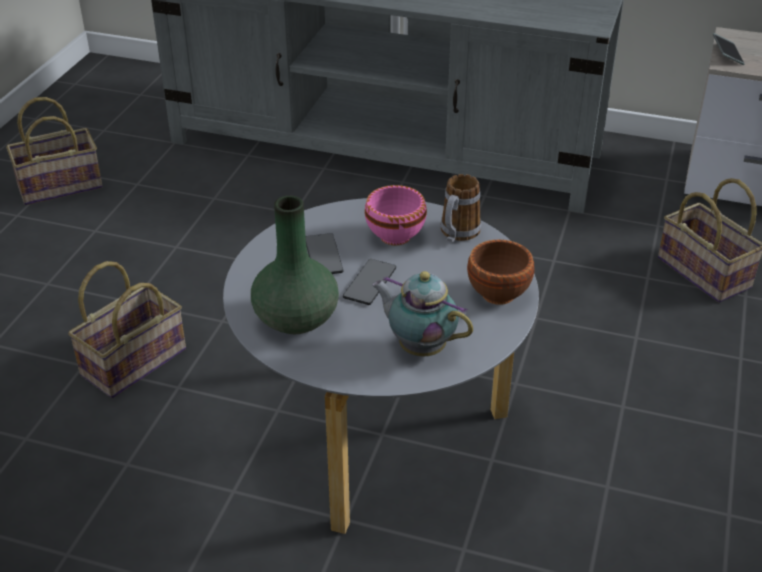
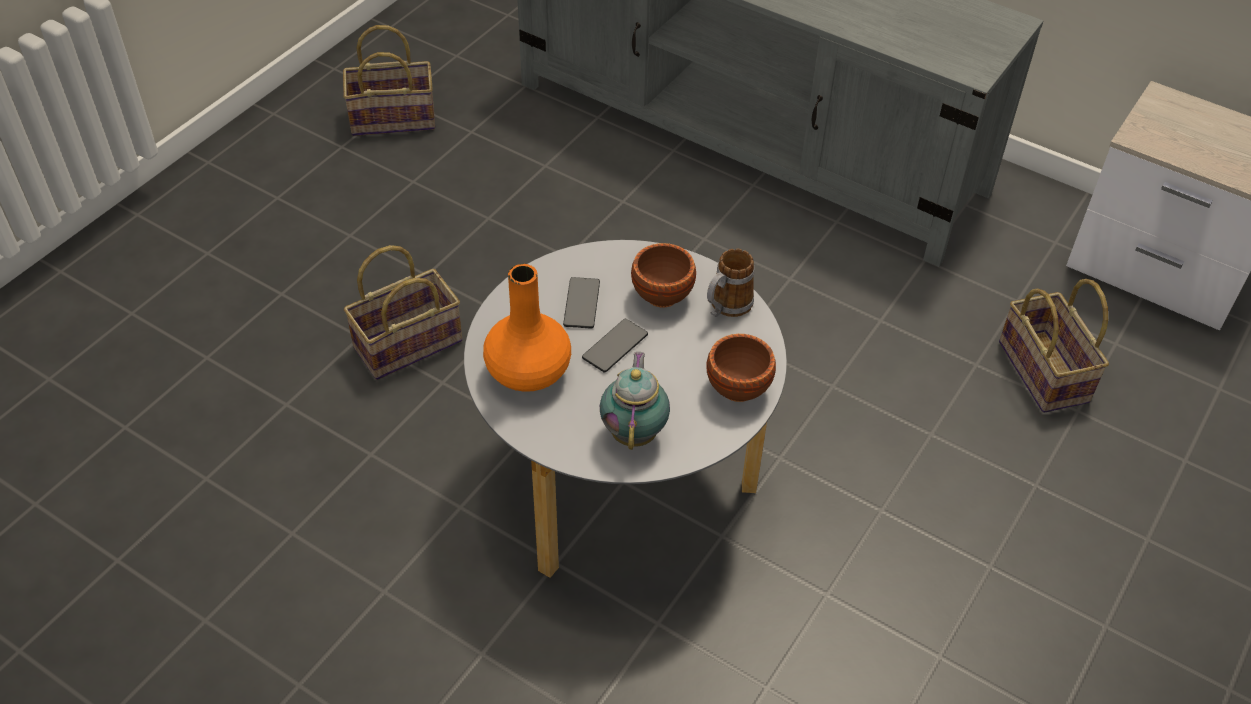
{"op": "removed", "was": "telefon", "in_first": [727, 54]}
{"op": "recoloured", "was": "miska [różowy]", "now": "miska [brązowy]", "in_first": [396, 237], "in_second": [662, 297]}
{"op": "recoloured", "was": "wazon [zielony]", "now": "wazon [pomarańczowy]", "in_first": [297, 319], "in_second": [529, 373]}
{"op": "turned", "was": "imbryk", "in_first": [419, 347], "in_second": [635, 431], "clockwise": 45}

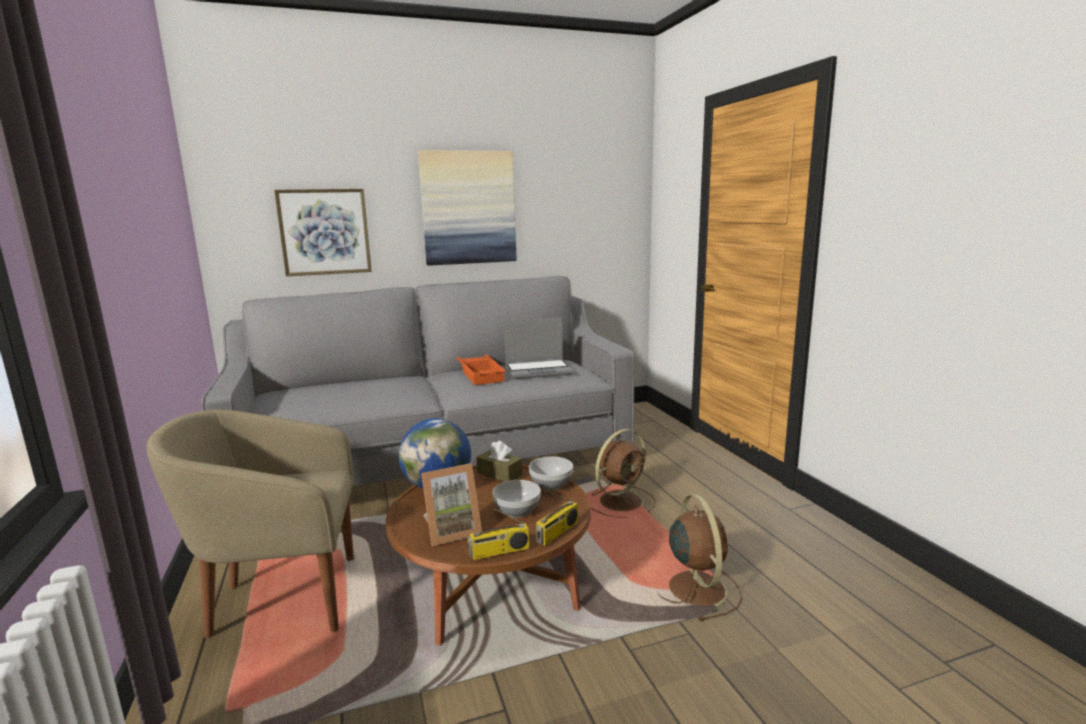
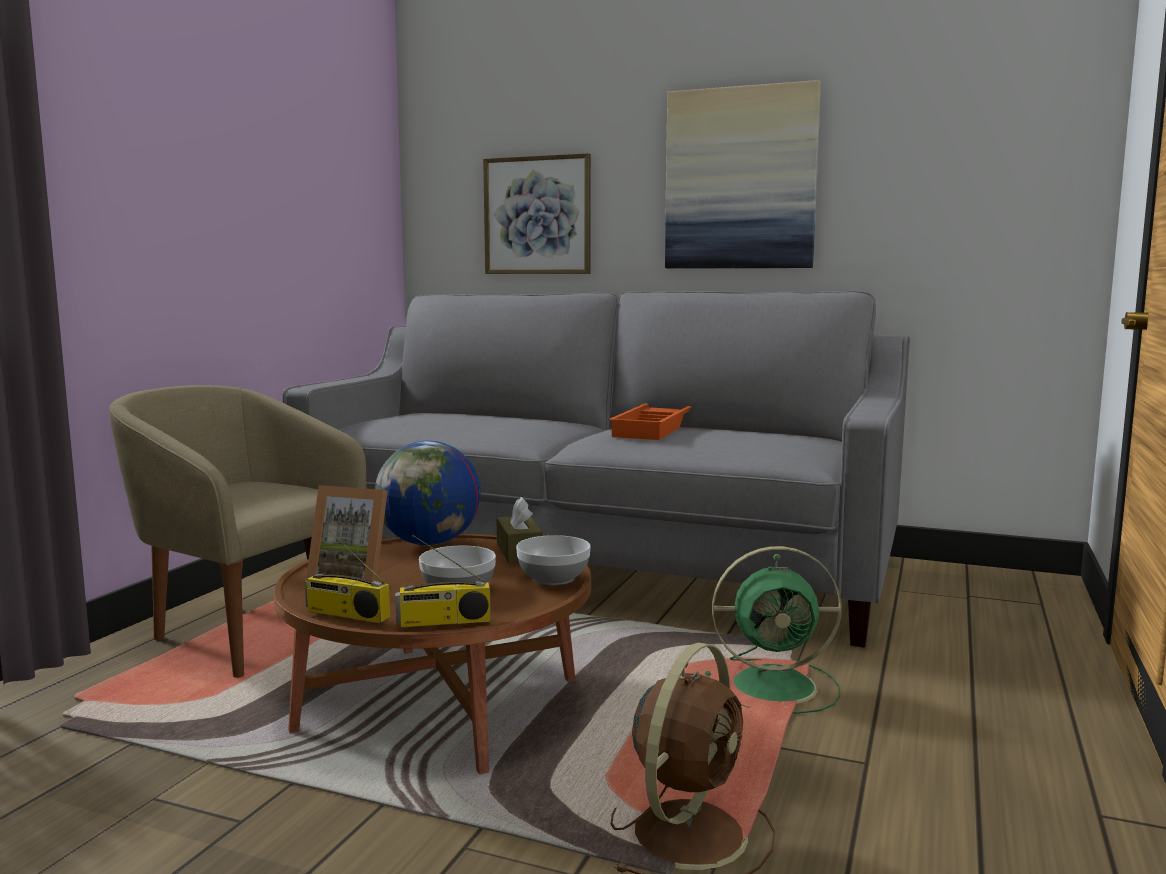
{"op": "removed", "was": "laptop", "in_first": [539, 370]}
{"op": "recoloured", "was": "wentylator [brązowy]", "now": "wentylator [zielony]", "in_first": [622, 501], "in_second": [777, 686]}

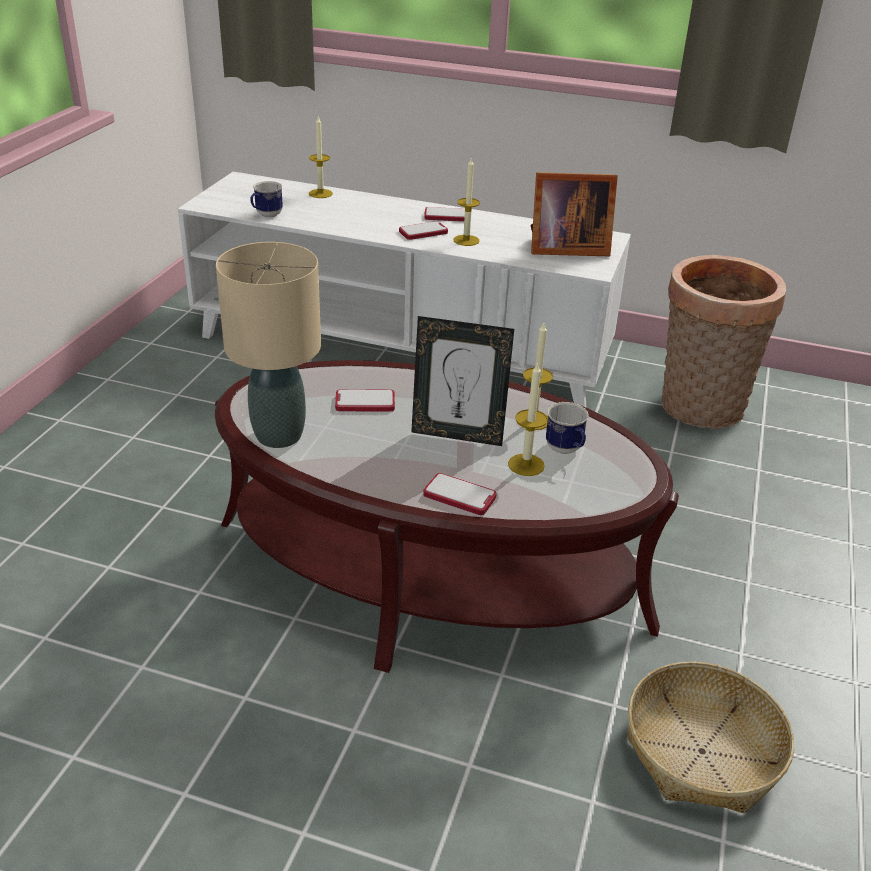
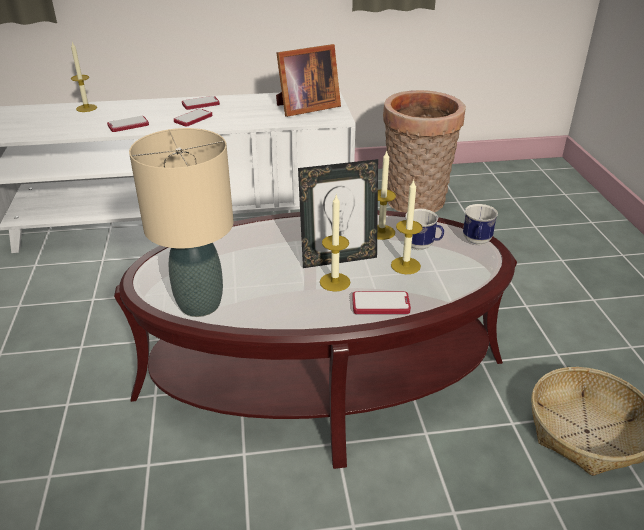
{"op": "moved", "was": "świeca", "in_first": [466, 240], "in_second": [335, 282]}
{"op": "moved", "was": "kubek", "in_first": [266, 215], "in_second": [476, 242]}
{"op": "moved", "was": "telefon", "in_first": [365, 402], "in_second": [128, 125]}

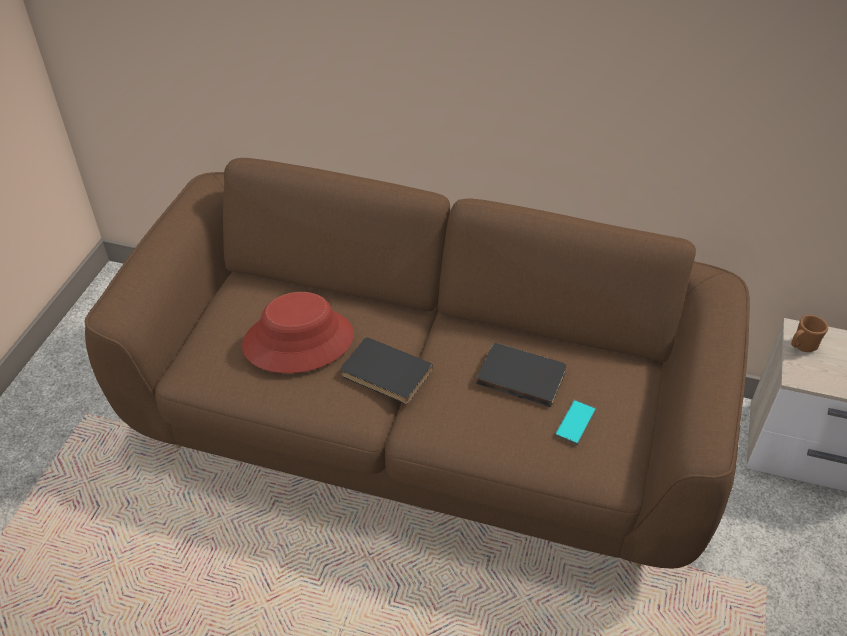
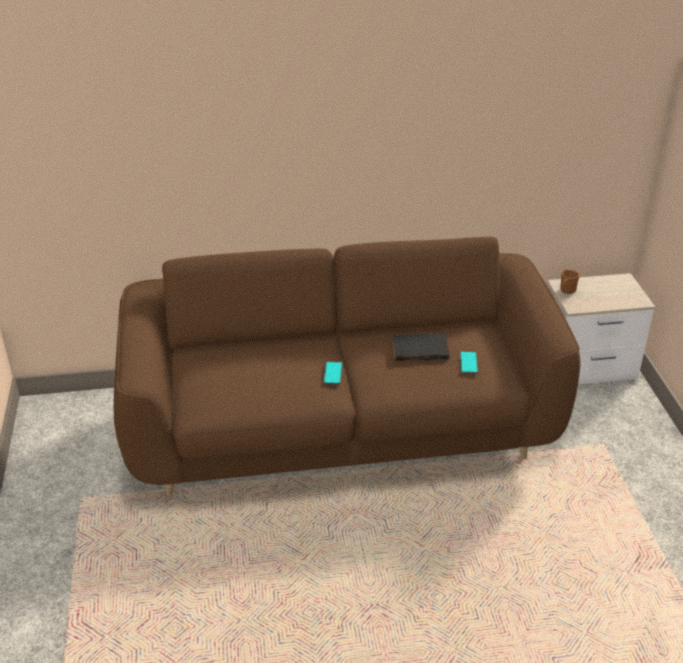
{"op": "removed", "was": "kapelusz [czerwony]", "in_first": [298, 340]}
{"op": "replaced", "was": "książka [czarny]", "now": "telefon", "in_first": [385, 374], "in_second": [333, 373]}

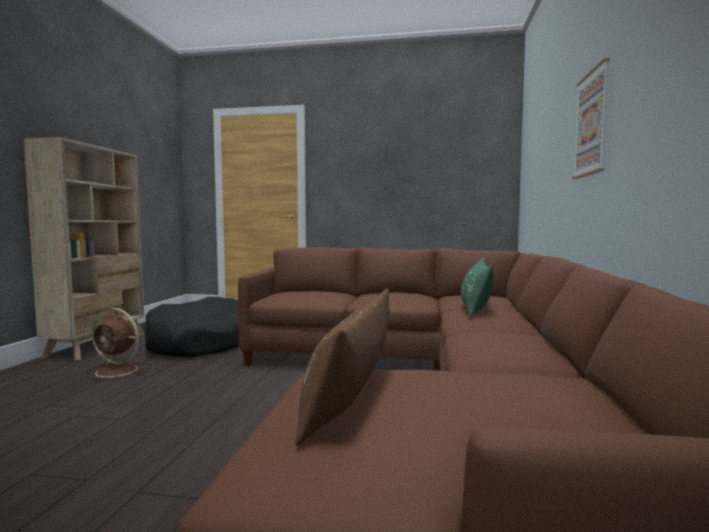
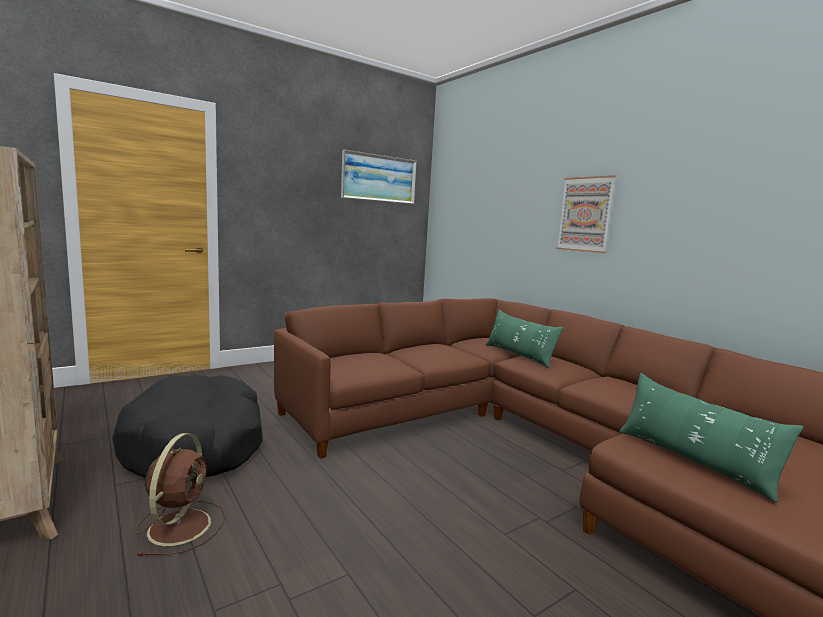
{"op": "recoloured", "was": "poduszka [brązowy]", "now": "poduszka [zielony]", "in_first": [349, 397], "in_second": [692, 461]}
{"op": "turned", "was": "wentylator [brązowy]", "in_first": [118, 371], "in_second": [181, 525], "clockwise": -60}
{"op": "added", "now": "obraz", "in_second": [379, 178]}

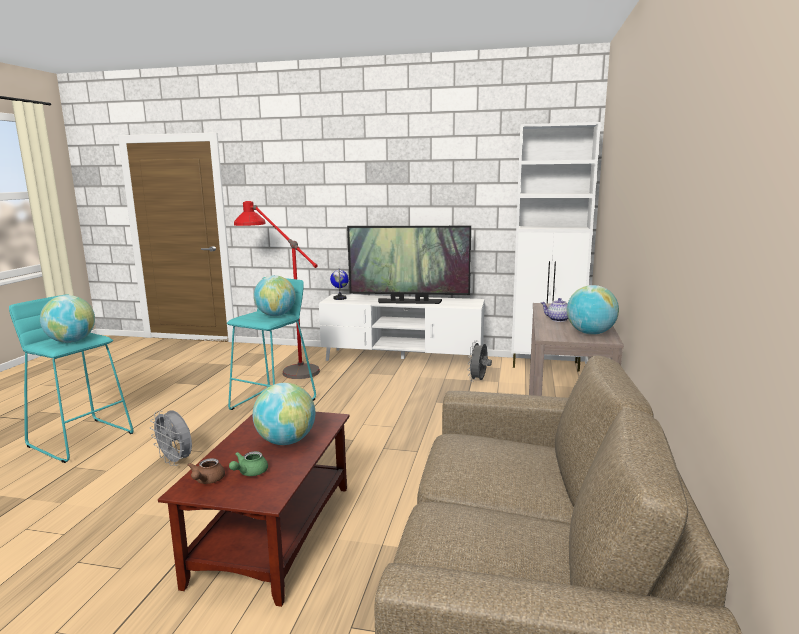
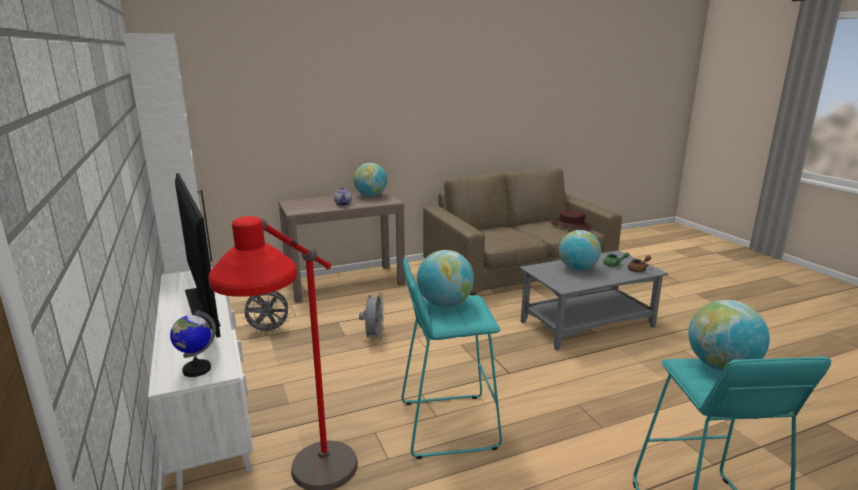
{"op": "moved", "was": "wentylator [szary]", "in_first": [176, 461], "in_second": [374, 337]}
{"op": "recoloured", "was": "ława [brązowy]", "now": "ława [szary]", "in_first": [274, 534], "in_second": [587, 324]}
{"op": "added", "now": "kapelusz [brązowy]", "in_second": [571, 226]}

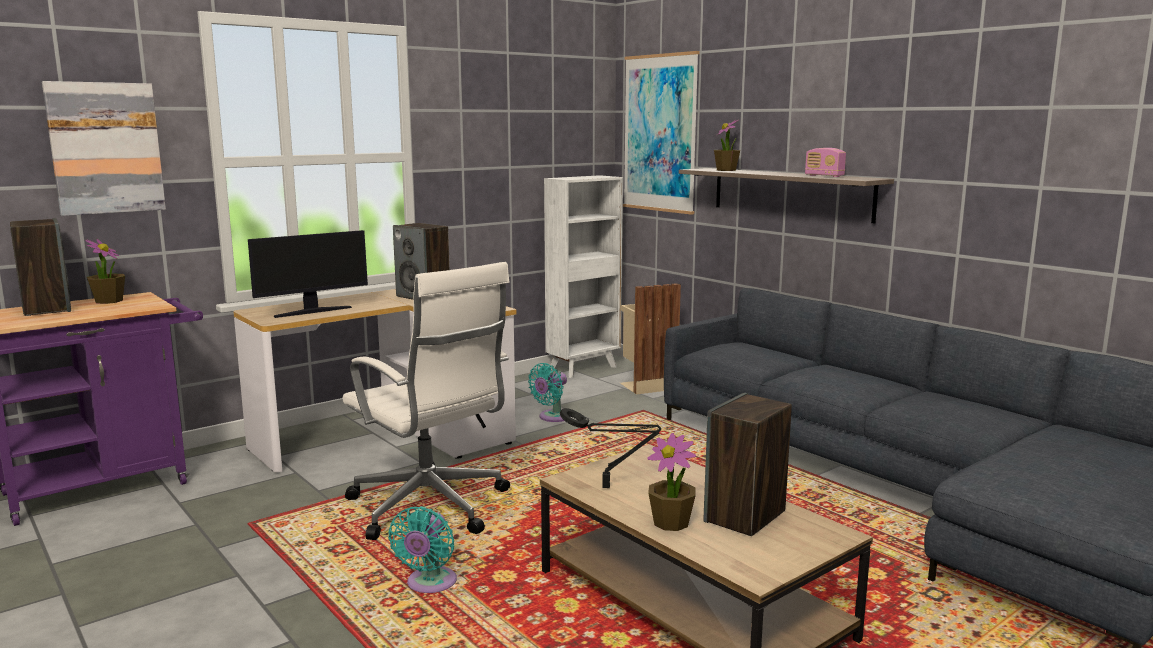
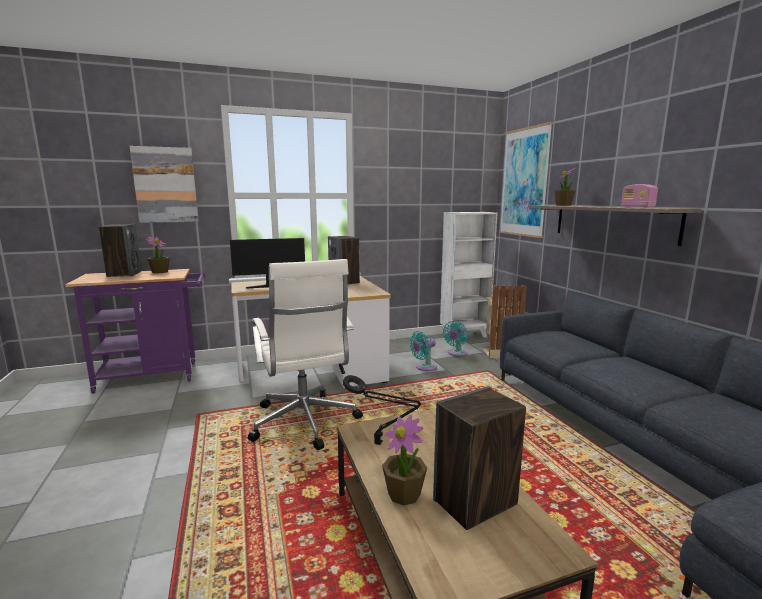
{"op": "moved", "was": "wentylator [turkusowy]", "in_first": [429, 585], "in_second": [456, 353]}

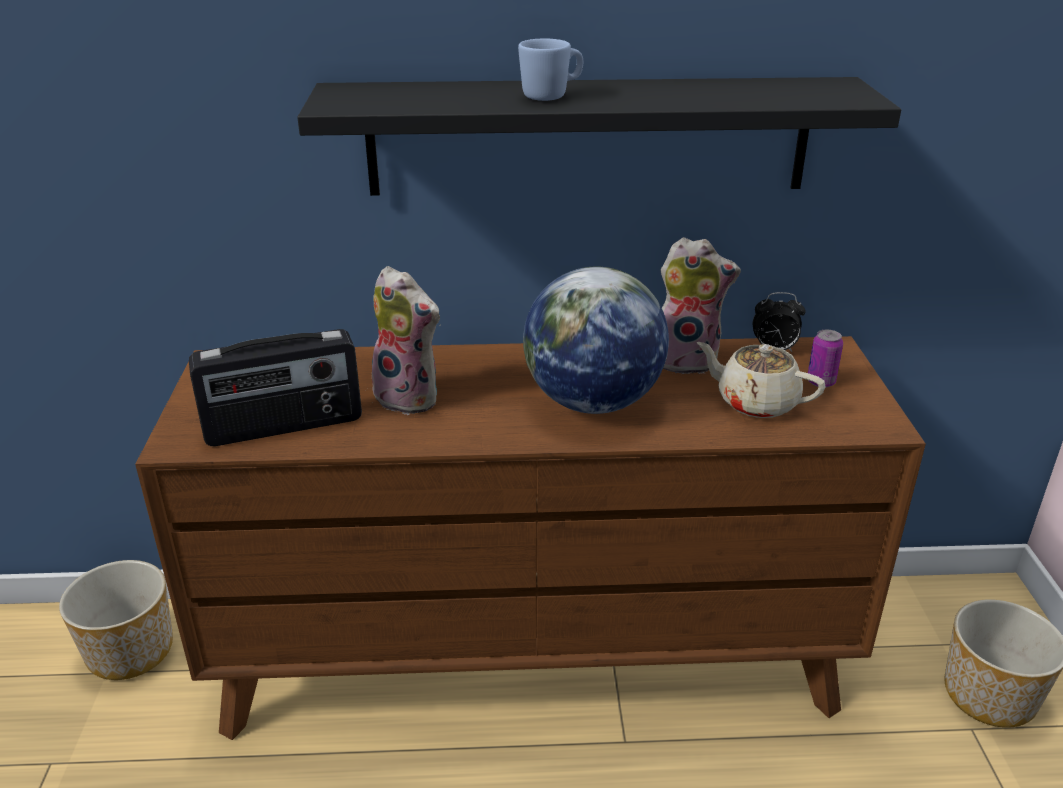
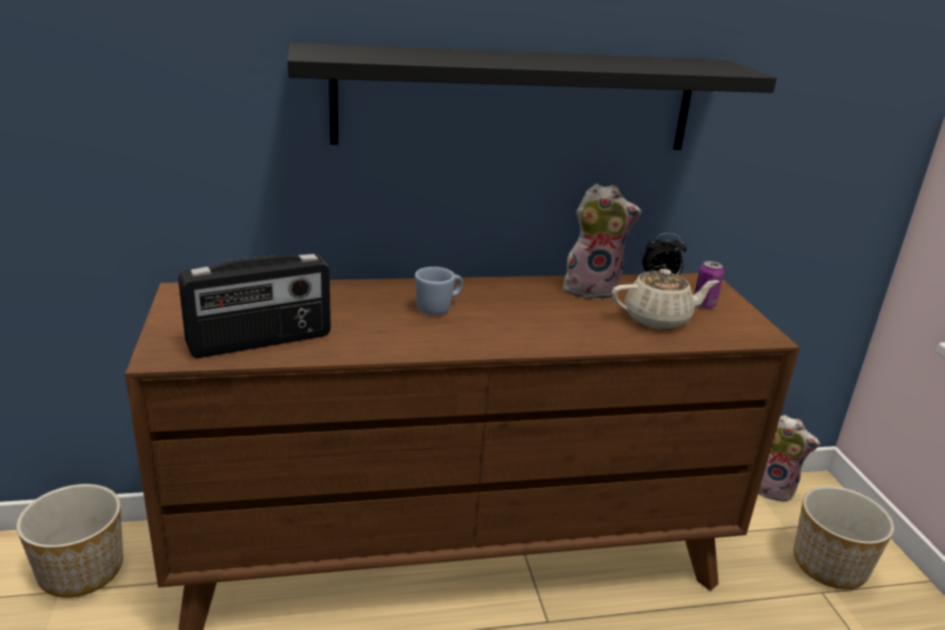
{"op": "moved", "was": "kubek [niebieski]", "in_first": [552, 96], "in_second": [439, 309]}
{"op": "moved", "was": "pluszak", "in_first": [411, 397], "in_second": [773, 489]}
{"op": "removed", "was": "globus", "in_first": [592, 402]}
{"op": "turned", "was": "imbryk [beżowy]", "in_first": [755, 402], "in_second": [658, 319], "clockwise": 150}

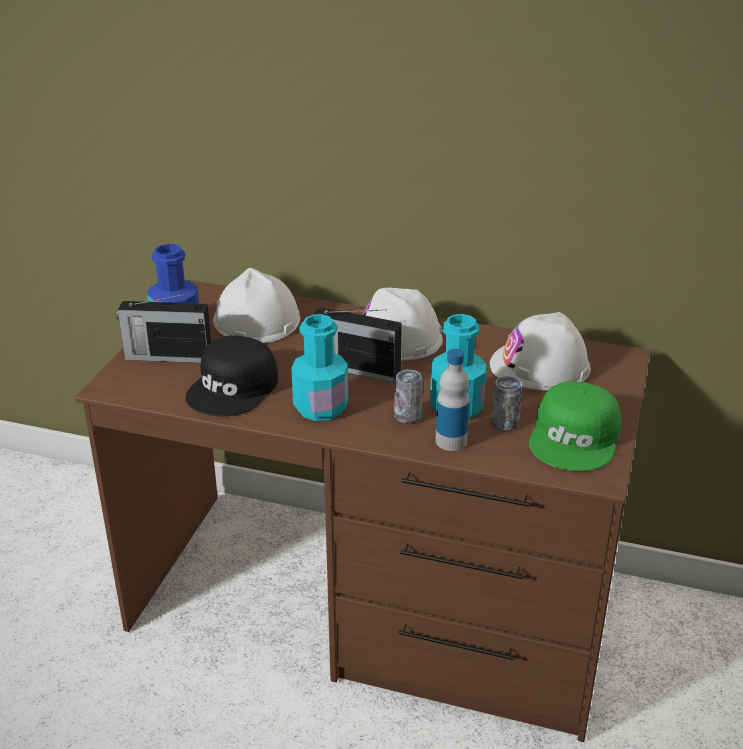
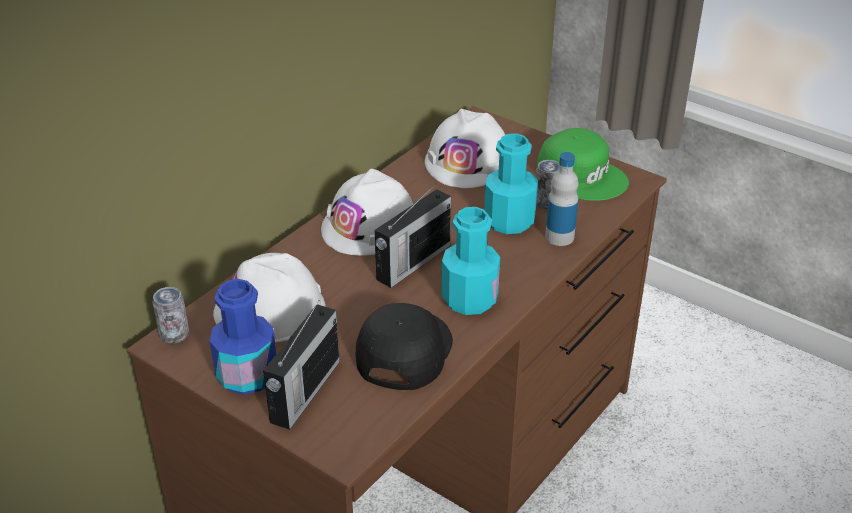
{"op": "turned", "was": "czapka z daszkiem [czarny]", "in_first": [234, 388], "in_second": [402, 351], "clockwise": -120}
{"op": "moved", "was": "puszka", "in_first": [407, 417], "in_second": [174, 335]}

